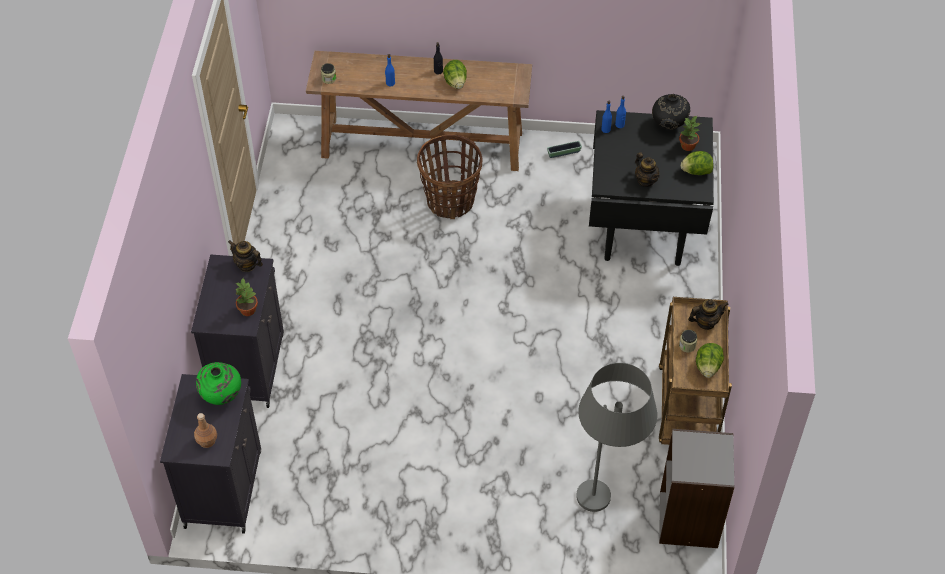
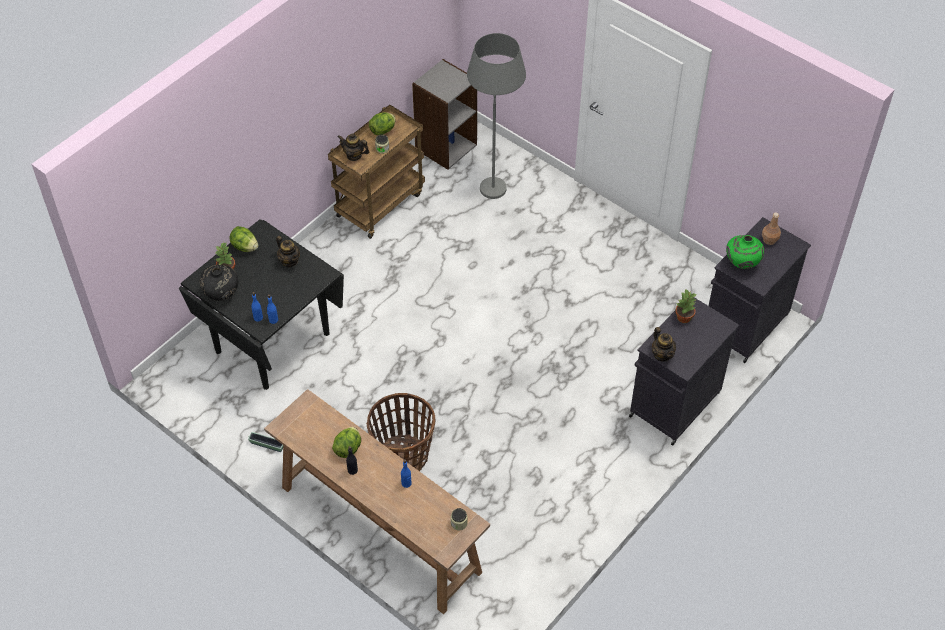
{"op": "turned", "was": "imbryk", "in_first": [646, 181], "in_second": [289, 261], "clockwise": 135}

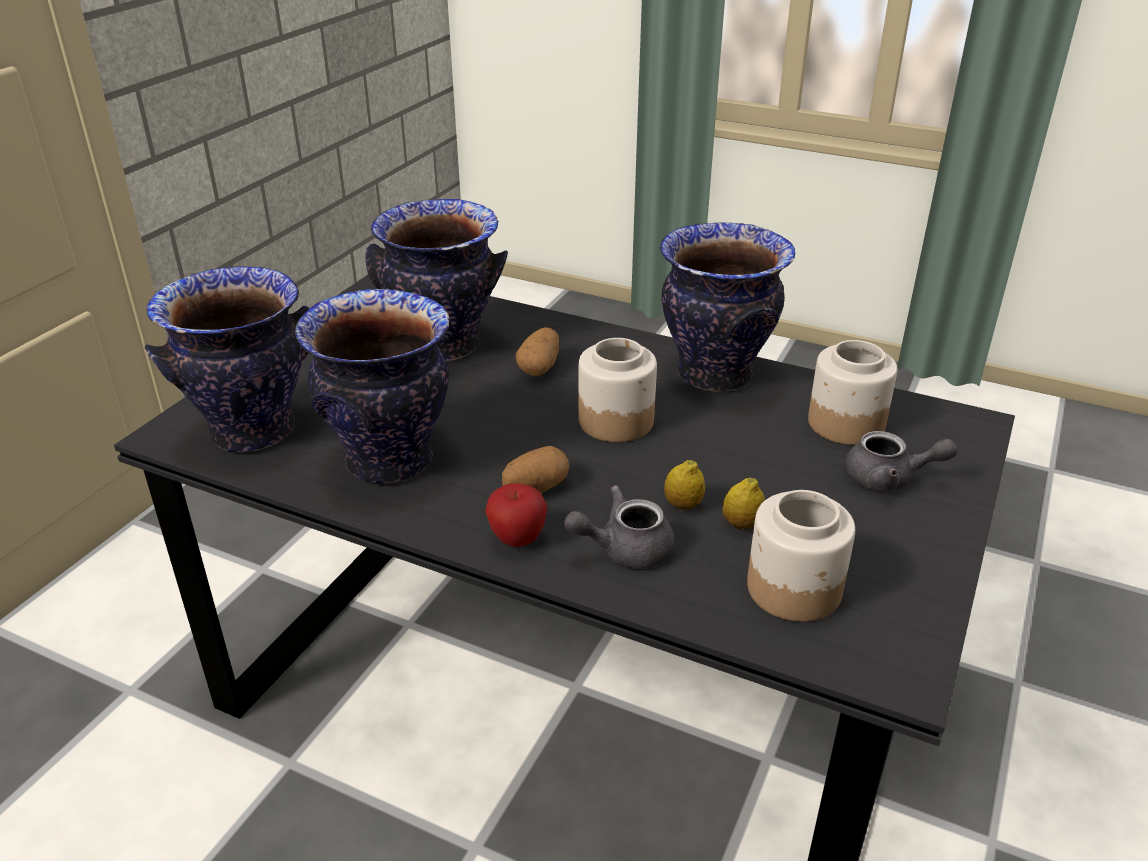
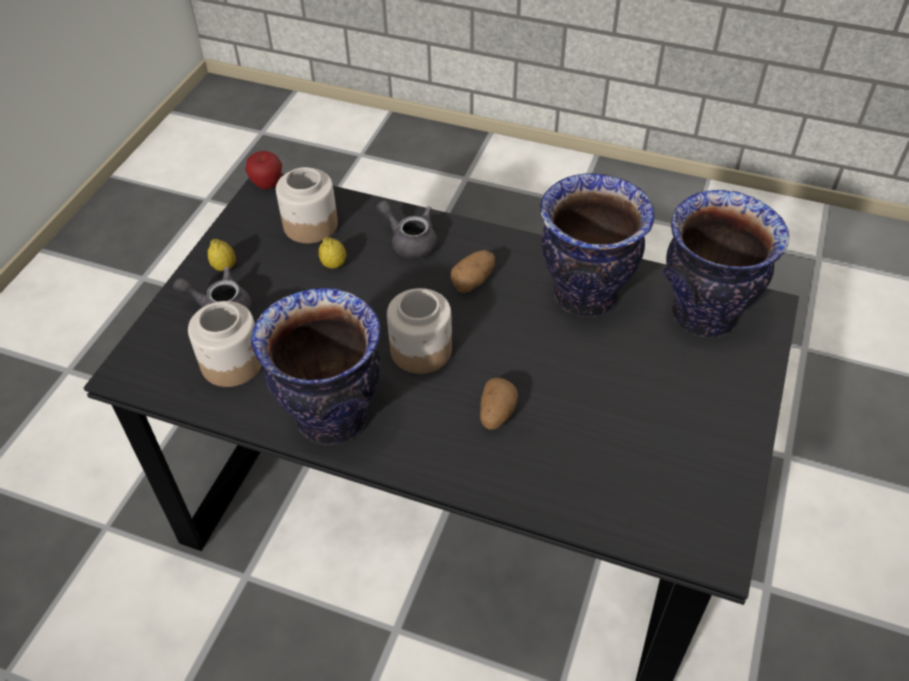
{"op": "removed", "was": "wazon", "in_first": [444, 346]}
{"op": "moved", "was": "cytryna", "in_first": [683, 505], "in_second": [224, 267]}
{"op": "moved", "was": "jabłko", "in_first": [517, 539], "in_second": [267, 185]}
{"op": "turned", "was": "imbryk [szary]", "in_first": [624, 549], "in_second": [410, 242], "clockwise": -120}

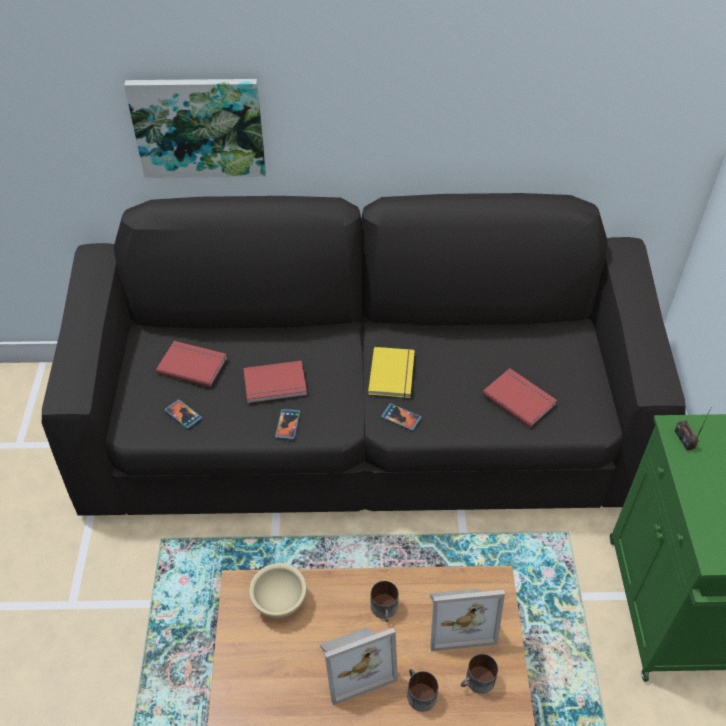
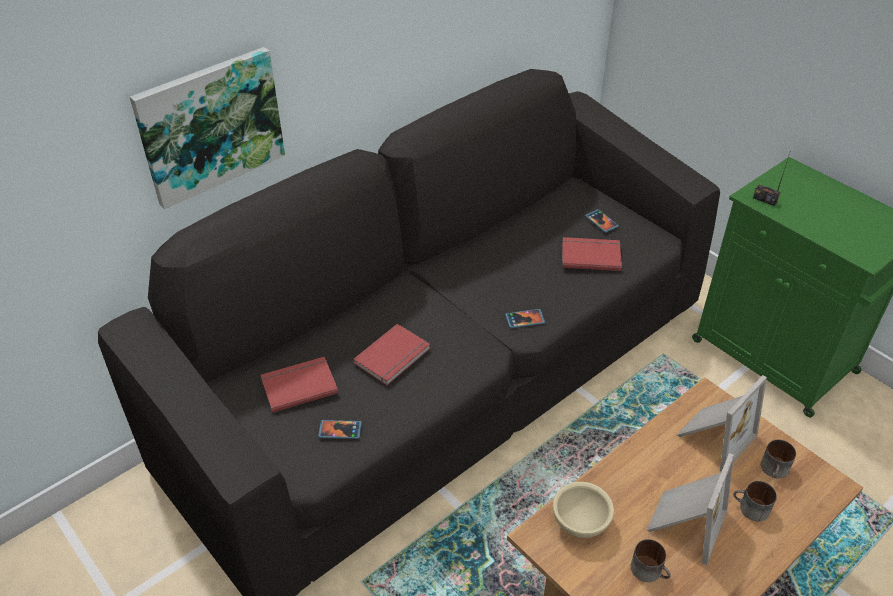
{"op": "removed", "was": "książka [żółty]", "in_first": [393, 374]}
{"op": "moved", "was": "telefon", "in_first": [287, 425], "in_second": [601, 222]}
{"op": "moved", "was": "kubek", "in_first": [385, 609], "in_second": [650, 570]}

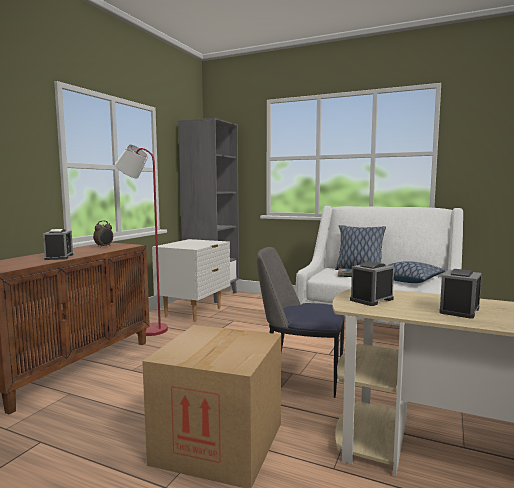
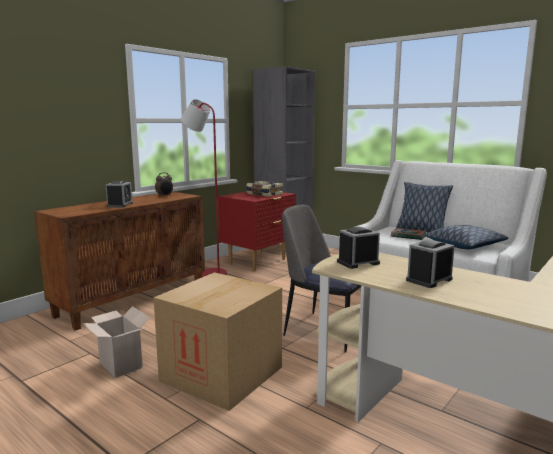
{"op": "recoloured", "was": "szafka nocna [biały]", "now": "szafka nocna [czerwony]", "in_first": [194, 312], "in_second": [258, 261]}
{"op": "added", "now": "książka", "in_second": [264, 194]}
{"op": "added", "now": "karton", "in_second": [119, 365]}

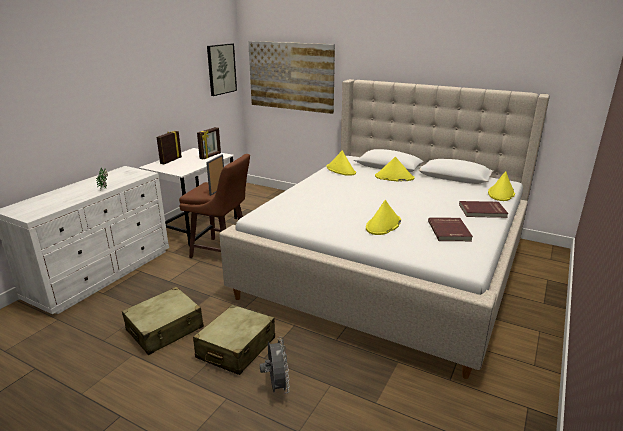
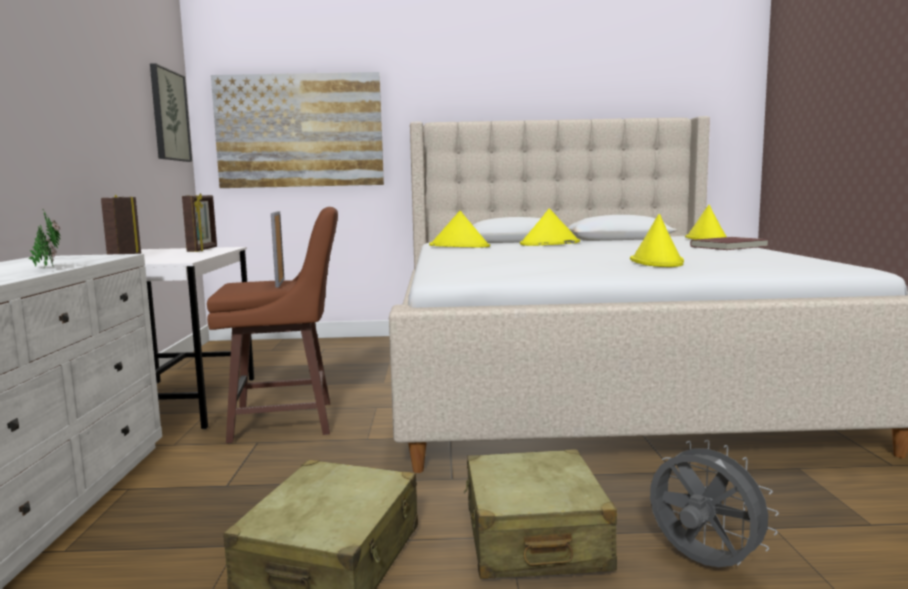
{"op": "removed", "was": "książka [czerwony]", "in_first": [450, 231]}

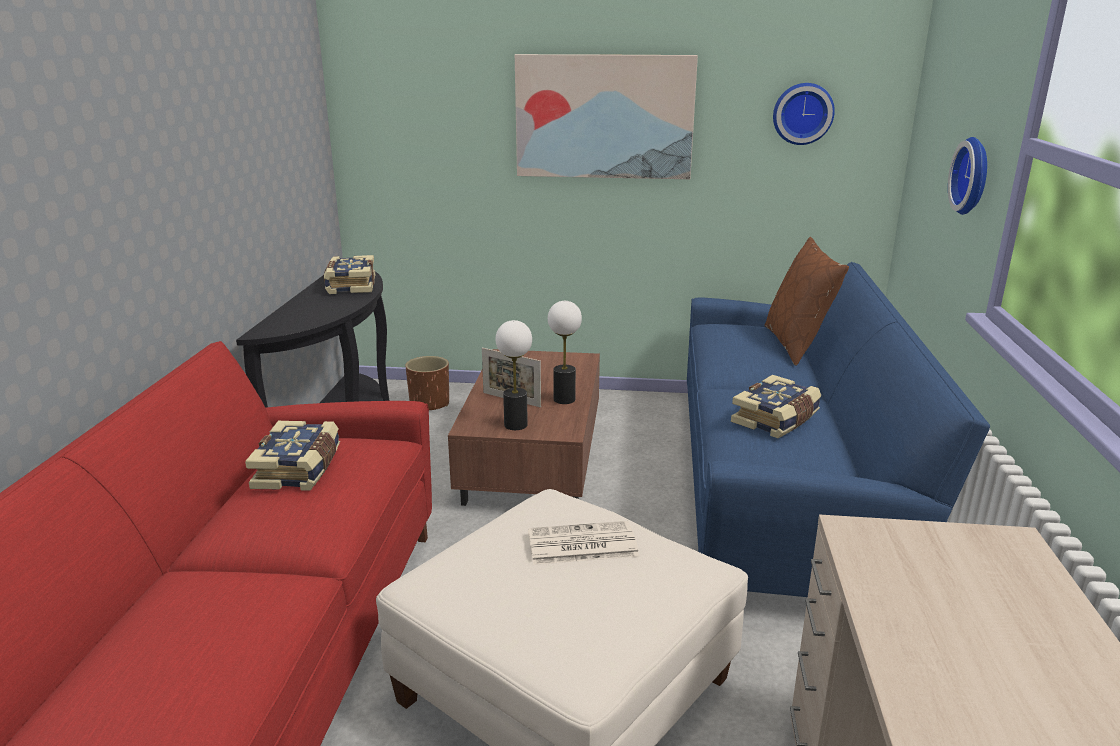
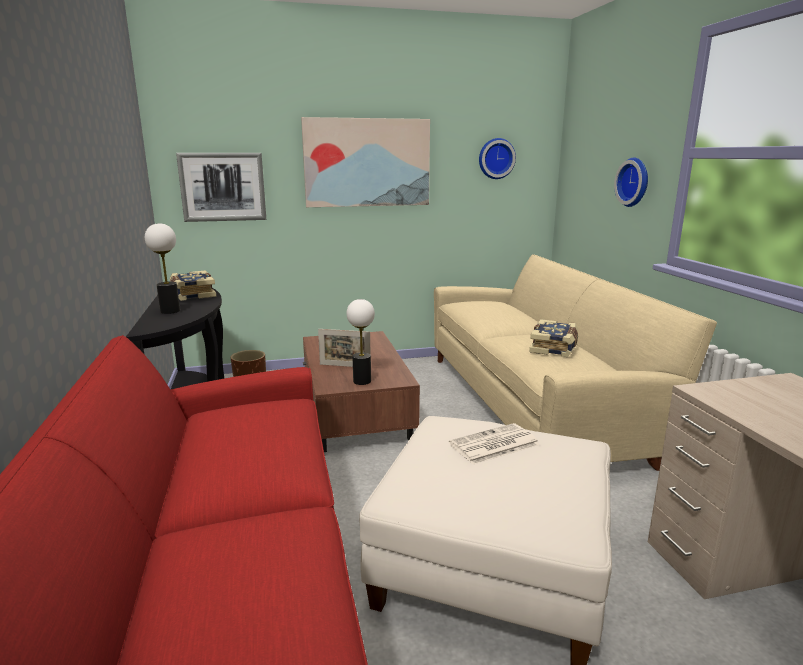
{"op": "removed", "was": "poduszka [brązowy]", "in_first": [797, 344]}
{"op": "recoloured", "was": "kanapa [niebieski]", "now": "kanapa [beżowy]", "in_first": [782, 489], "in_second": [534, 403]}
{"op": "moved", "was": "lampa stołowa", "in_first": [564, 399], "in_second": [170, 311]}
{"op": "removed", "was": "książka", "in_first": [299, 469]}
{"op": "added", "now": "obraz", "in_second": [223, 187]}

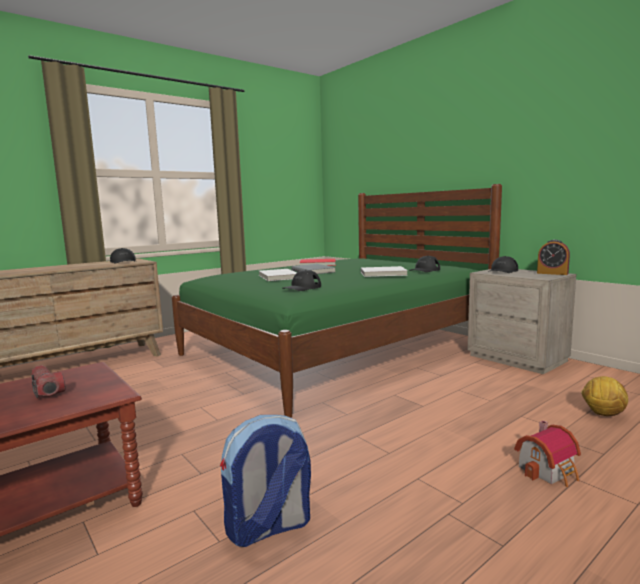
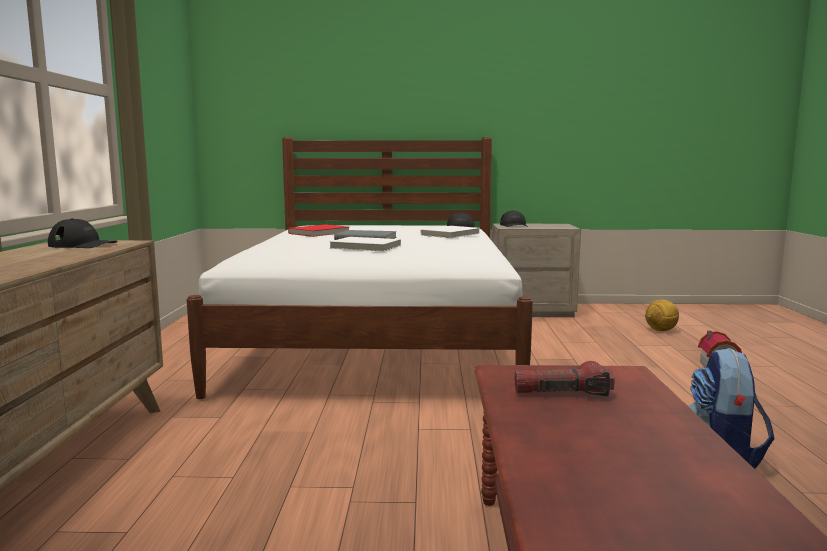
{"op": "recoloured", "was": "łóżko [zielony]", "now": "łóżko [biały]", "in_first": [338, 349], "in_second": [377, 340]}
{"op": "removed", "was": "budzik", "in_first": [552, 273]}
{"op": "removed", "was": "czapka z daszkiem [czarny]", "in_first": [302, 287]}

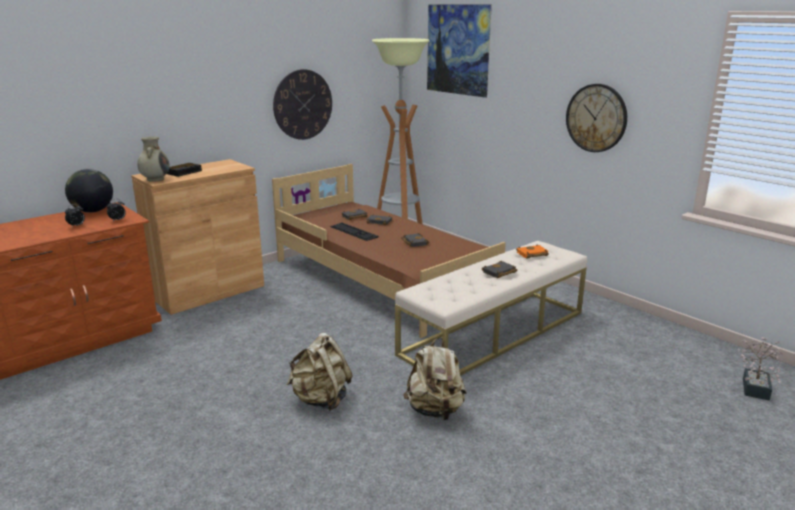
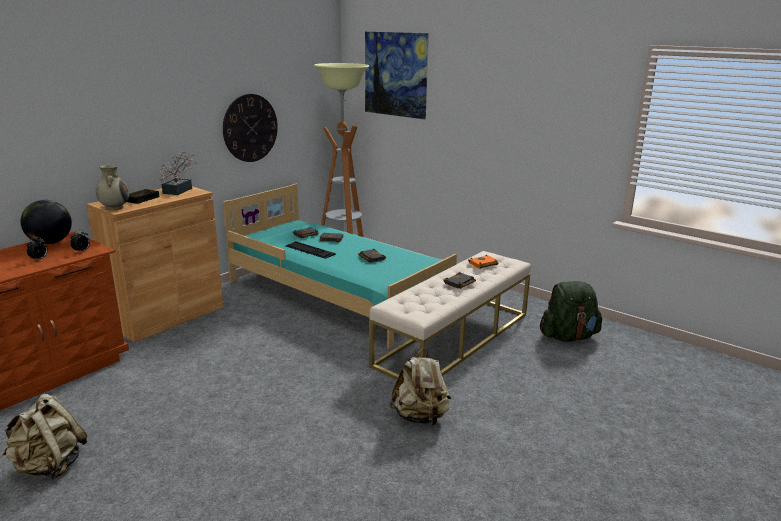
{"op": "removed", "was": "zegar ścienny", "in_first": [596, 118]}
{"op": "recoloured", "was": "łóżko [brązowy]", "now": "łóżko [turkusowy]", "in_first": [383, 280], "in_second": [338, 295]}
{"op": "moved", "was": "plecak [beżowy]", "in_first": [321, 400], "in_second": [50, 466]}
{"op": "moved", "was": "roślina doniczkowa", "in_first": [756, 386], "in_second": [180, 190]}
{"op": "added", "now": "plecak [zielony]", "in_second": [568, 337]}

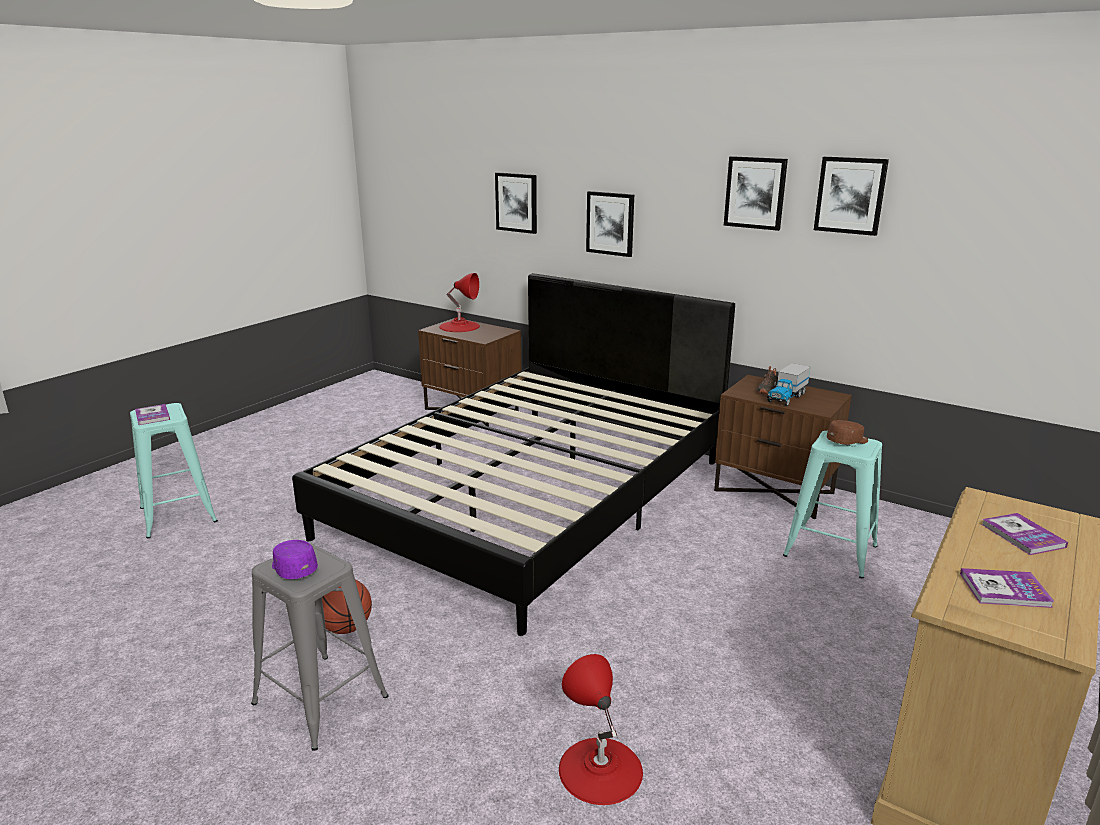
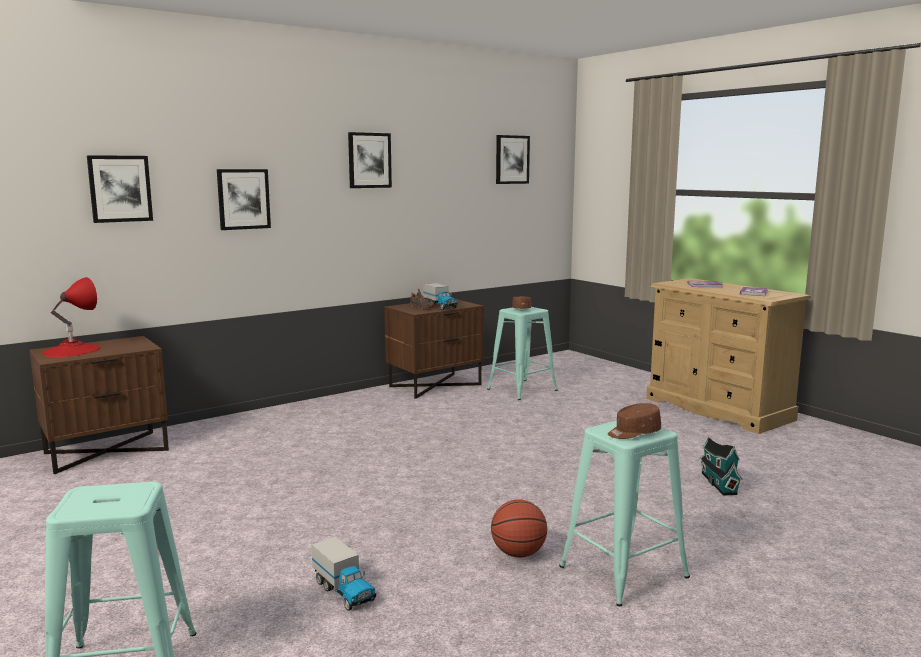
{"op": "moved", "was": "obraz", "in_first": [850, 195], "in_second": [512, 159]}
{"op": "removed", "was": "łóżko [czarny]", "in_first": [532, 497]}
{"op": "removed", "was": "książka", "in_first": [152, 416]}
{"op": "recoloured", "was": "czapka z daszkiem [fioletowy]", "now": "czapka z daszkiem [brązowy]", "in_first": [293, 568], "in_second": [633, 433]}
{"op": "recoloured", "was": "stołek [szary]", "now": "stołek [turkusowy]", "in_first": [320, 700], "in_second": [623, 572]}
{"op": "replaced", "was": "lampa stołowa [czerwony]", "now": "domek", "in_first": [600, 769], "in_second": [718, 482]}
{"op": "added", "now": "ciężarówka zabawkowa", "in_second": [344, 591]}

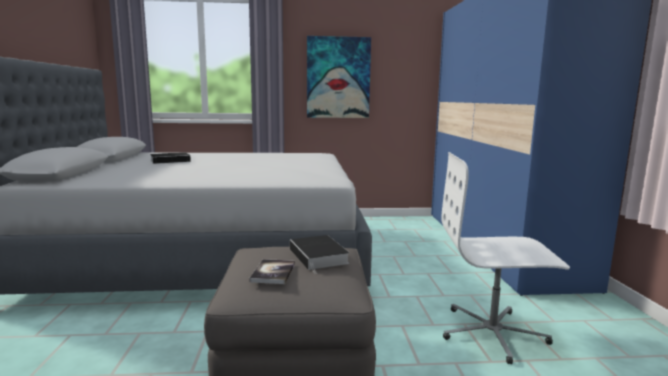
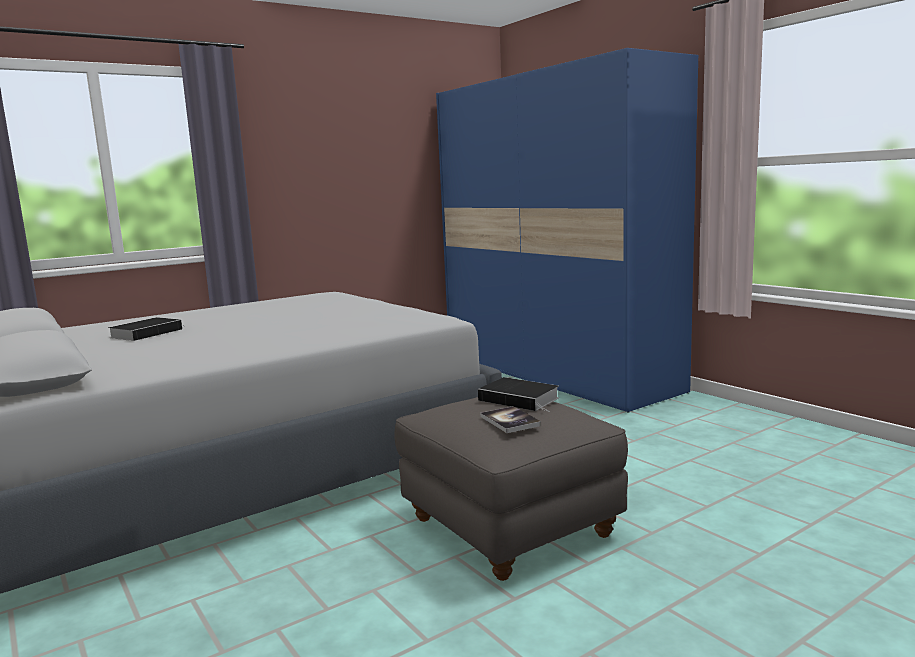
{"op": "removed", "was": "obraz", "in_first": [338, 78]}
{"op": "removed", "was": "krzesło biurowe [biały]", "in_first": [493, 333]}

